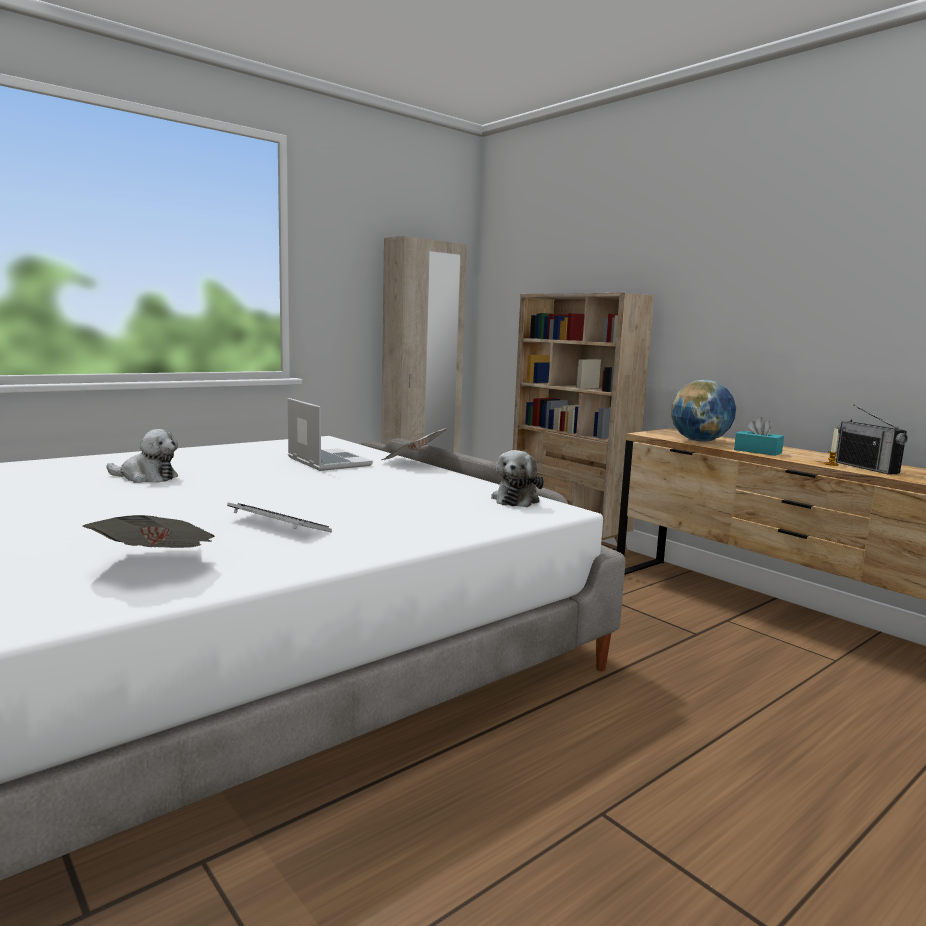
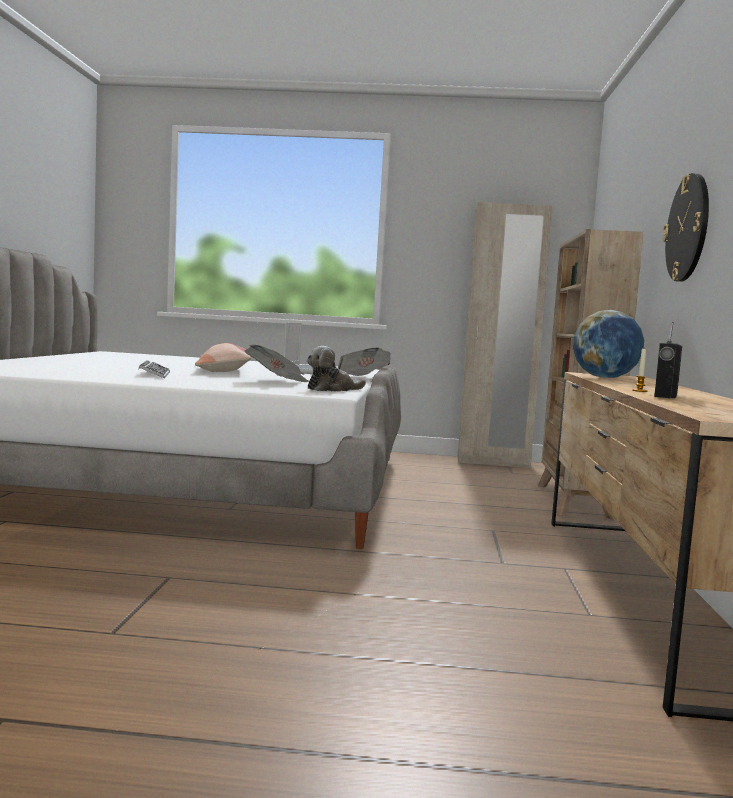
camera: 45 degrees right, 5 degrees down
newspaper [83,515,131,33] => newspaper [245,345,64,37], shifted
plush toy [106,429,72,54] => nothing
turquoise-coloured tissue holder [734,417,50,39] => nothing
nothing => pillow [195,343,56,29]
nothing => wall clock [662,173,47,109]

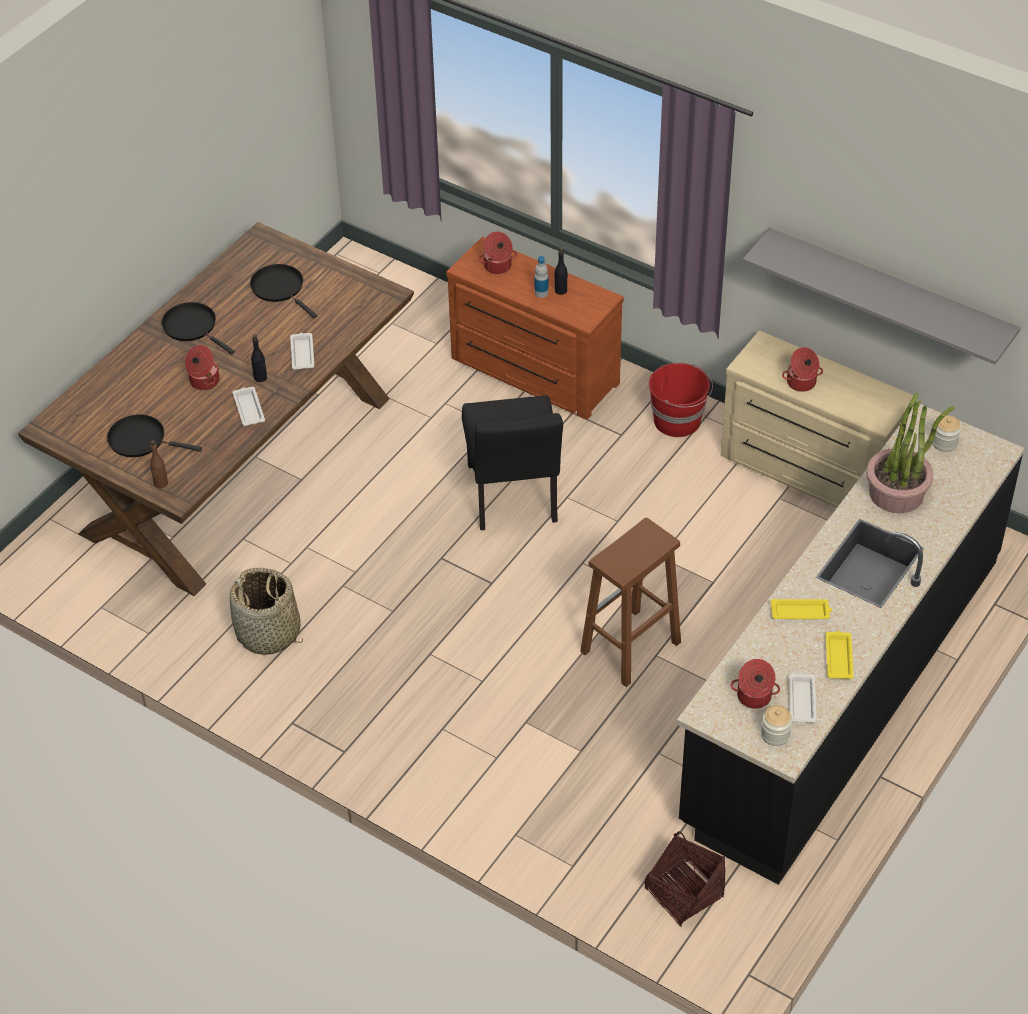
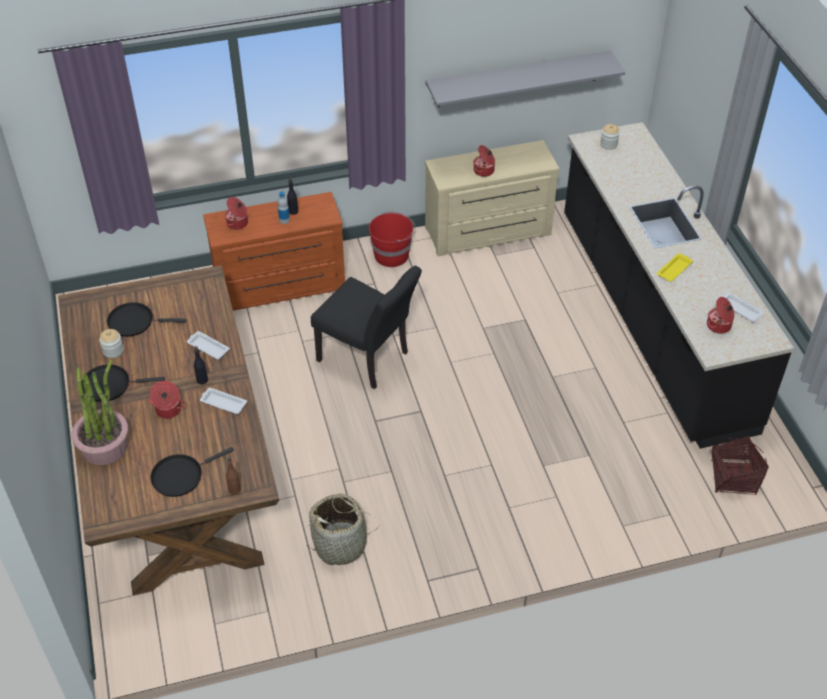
camera: 50 degrees left, 0 degrees up
brown-coloured stool [580,517,101,170] => nothing
jar [761,705,31,41] => jar [99,329,25,29], shifted
yellow serving tray [826,631,28,48] => nothing
houseplant [866,393,88,120] => houseplant [71,360,57,105], shifted

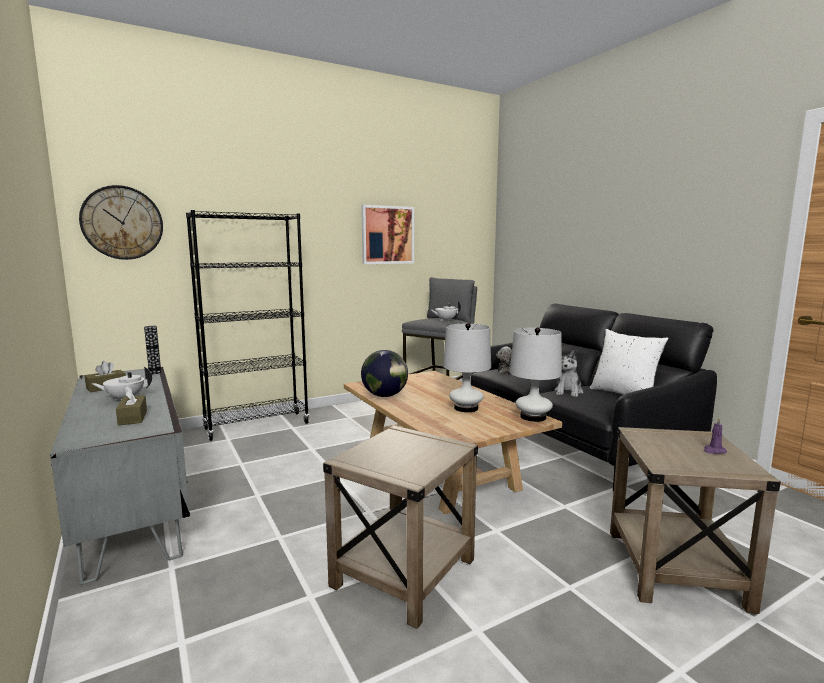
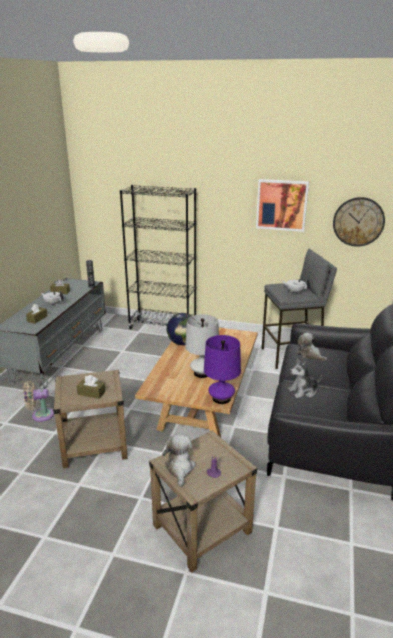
camera: 45 degrees right, 15 degrees up
wall clock [79,185,84,75] => wall clock [333,197,52,50], shifted
whitish tabletop lamp [510,328,52,94] => purple-coloured tabletop lamp [204,335,37,69]
whitish pillow [590,329,78,66] => nothing
nothing => sand-coloured fan [23,381,31,41]
nothing => brown-coloured tissue holder [77,375,28,24]
nothing => plush toy [162,434,34,53]

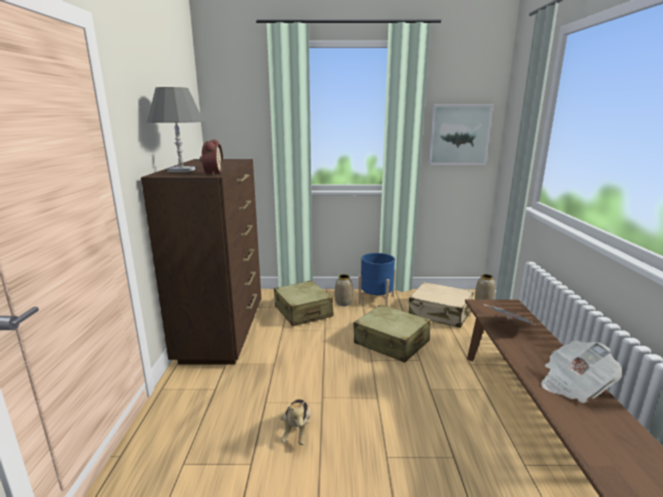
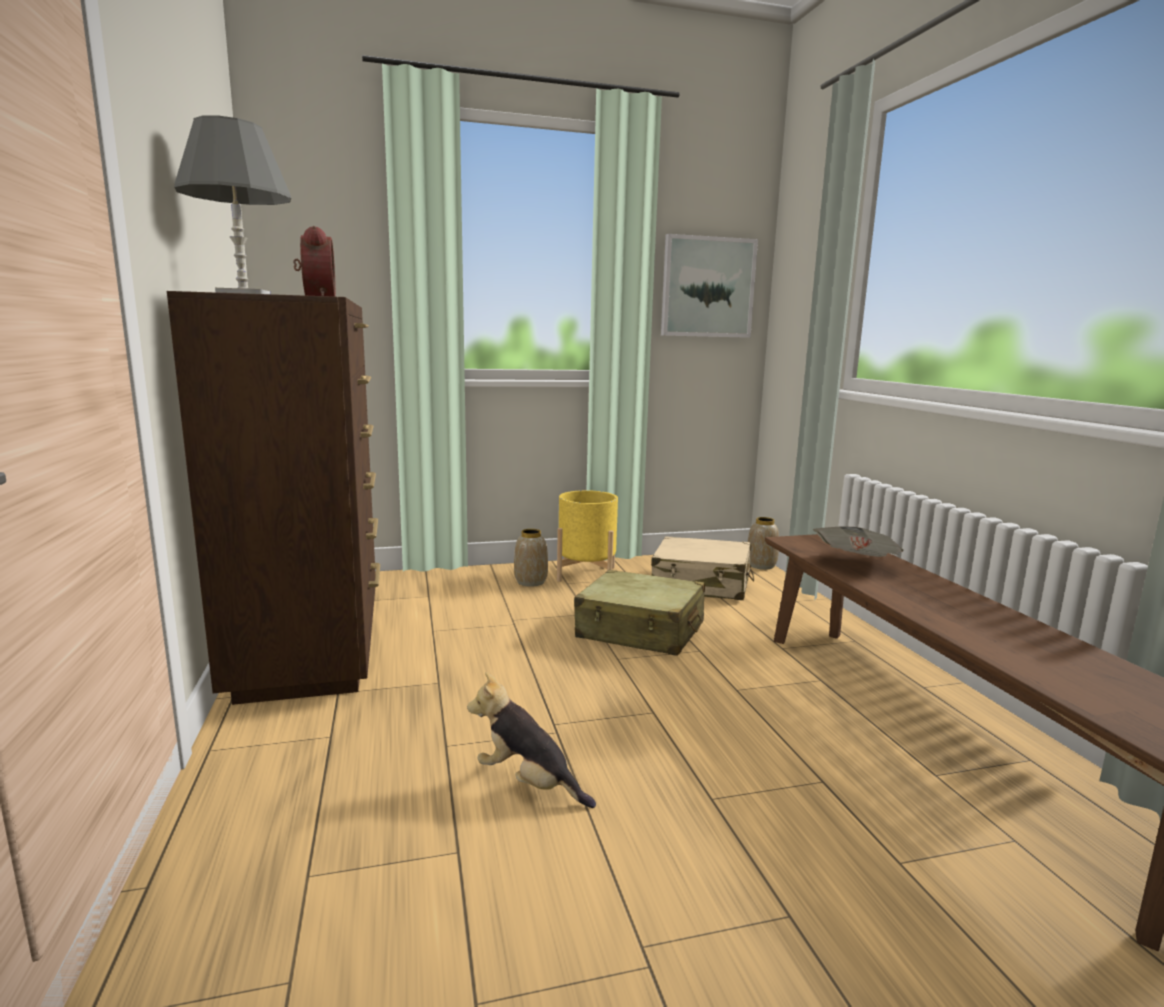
camera: 15 degrees left, 5 degrees down
sand-coloured piece of luggage [274,280,59,46] => nothing
plush toy [280,399,31,46] => plush toy [467,672,129,136], 135 degrees clockwise
blue-coloured plant pot [358,253,38,54] => yellow plant pot [557,490,61,92]
newspaper [541,341,81,62] => nothing

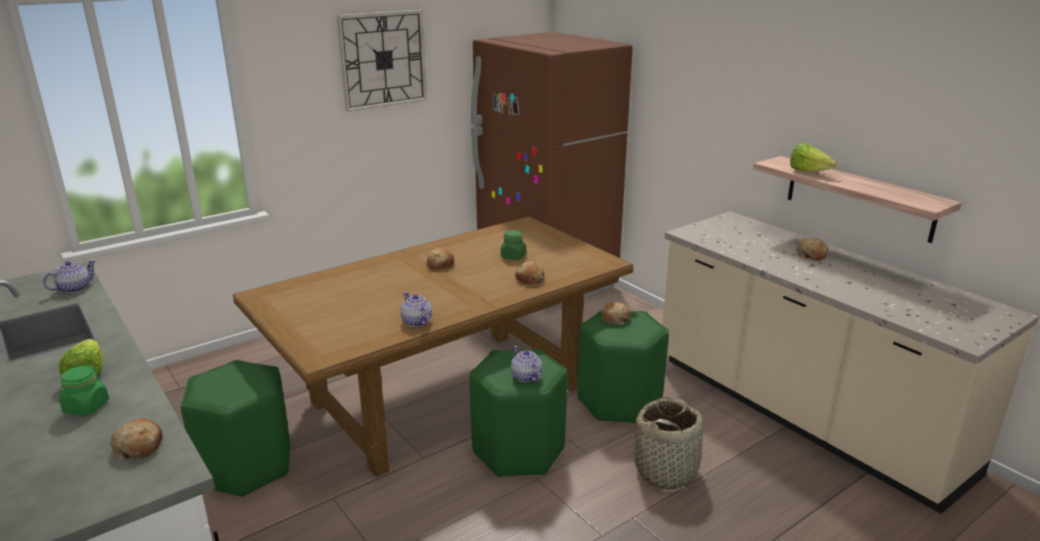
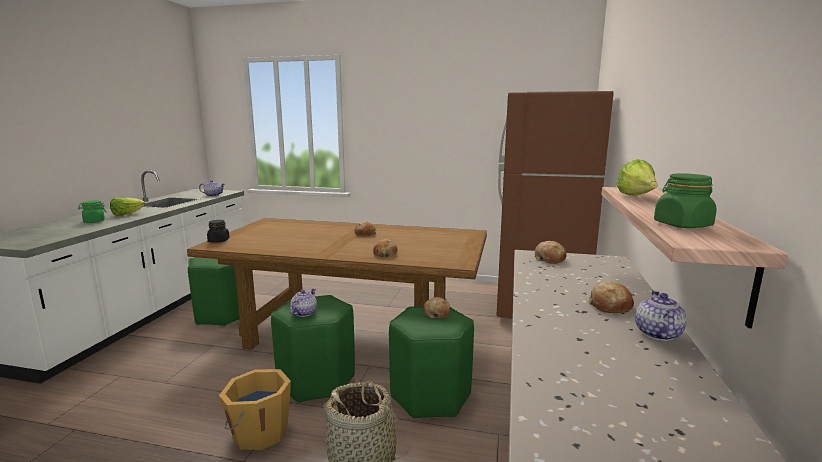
camera: 50 degrees right, 10 degrees down
bread [111,418,52,42] => bread [535,241,31,23], shifted
wall clock [337,10,90,102] => nothing
teapot [400,292,32,35] => teapot [635,290,52,51], shifted
green jar [501,230,25,30] => green jar [654,173,63,55], shifted
nothing => black jar [207,220,22,23]
nothing => orangey bucket [219,369,72,81]

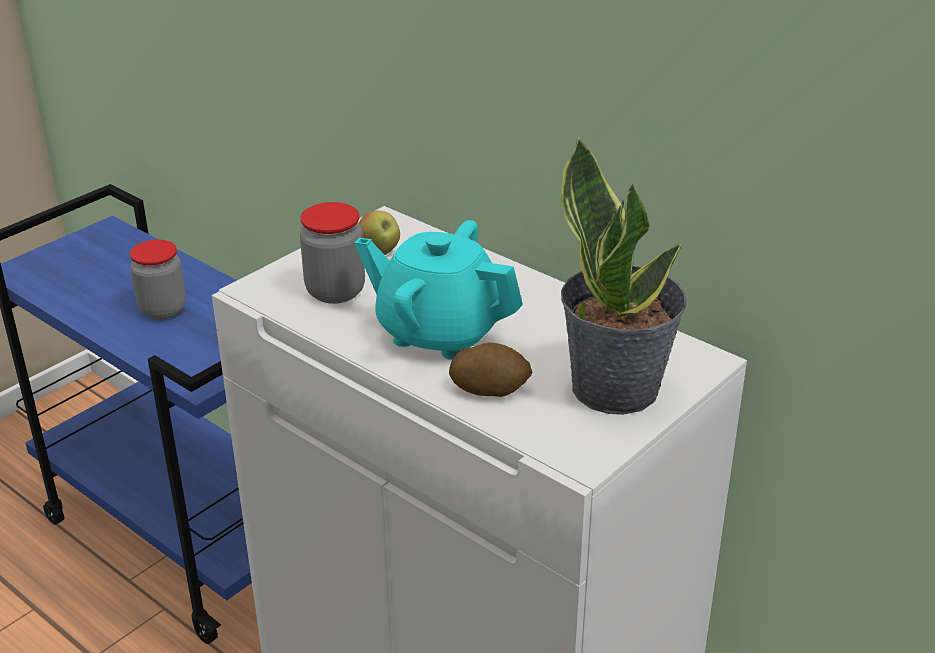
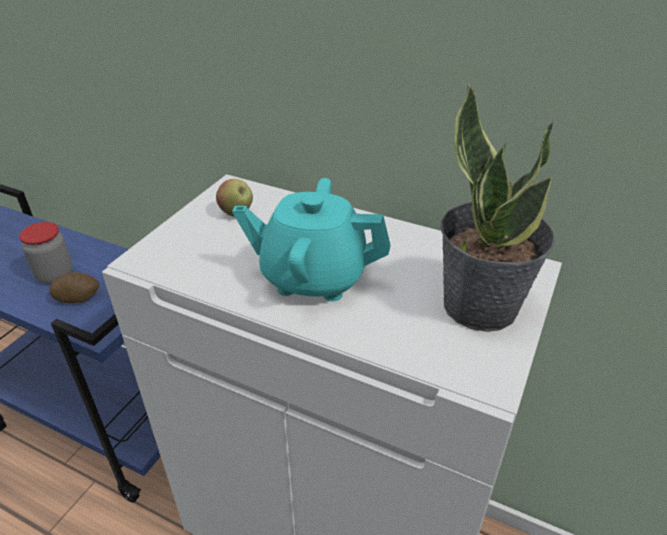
camera: 15 degrees left, 5 degrees up
jar [300,202,65,102] => nothing
whole potato [449,342,83,55] => whole potato [49,272,50,31], shifted

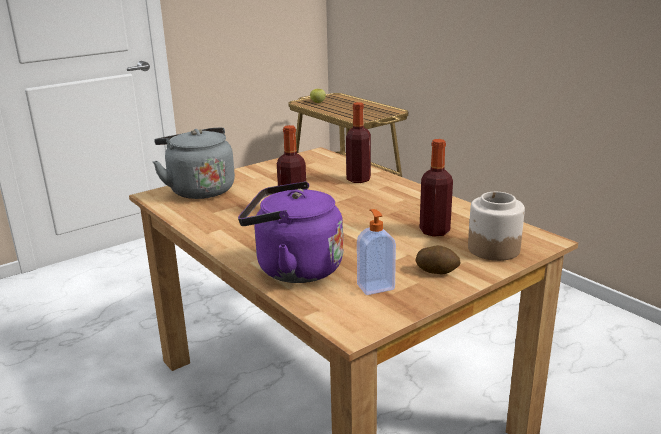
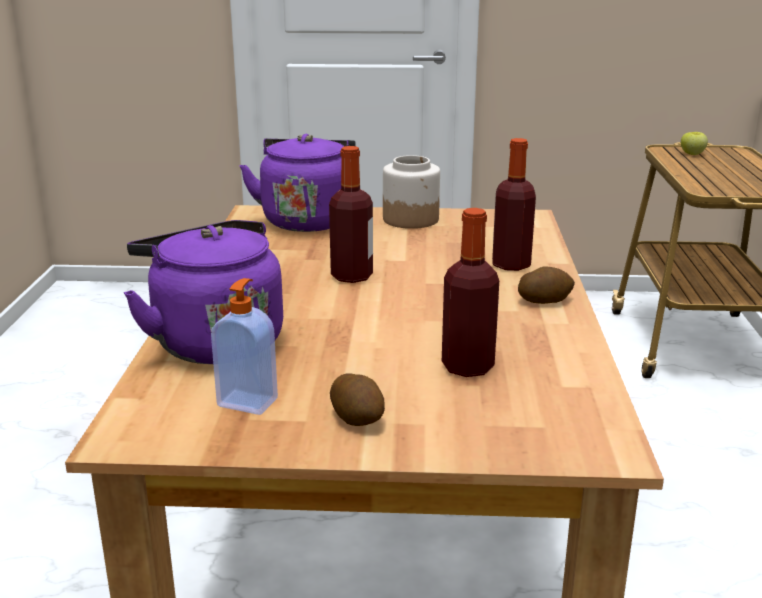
camera: 40 degrees right, 0 degrees up
gray tea kettle [153,128,82,71] => purple-coloured tea kettle [240,134,116,98]
jar [468,192,57,69] => jar [383,155,57,74], shifted
nothing => whole potato [518,267,57,37]

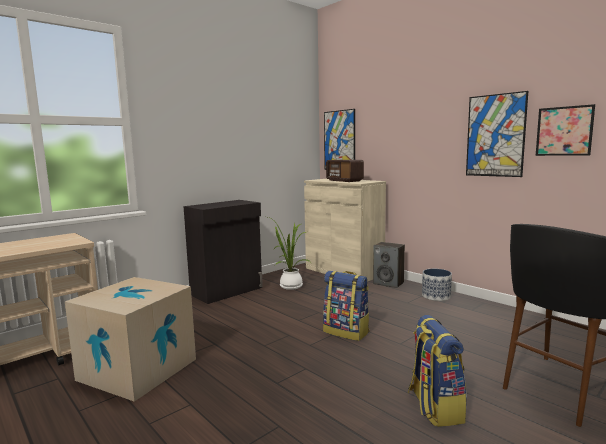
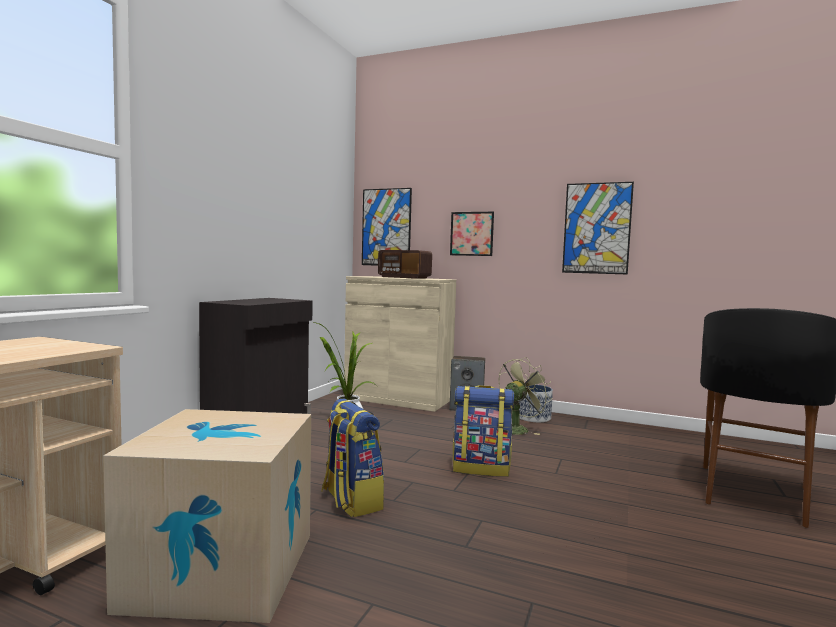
camera: 25 degrees left, 5 degrees down
backpack [408,315,59,112] => backpack [321,399,63,118], shifted
picture [536,104,59,52] => picture [450,212,44,44], shifted
nothing => green fan [499,357,53,78]

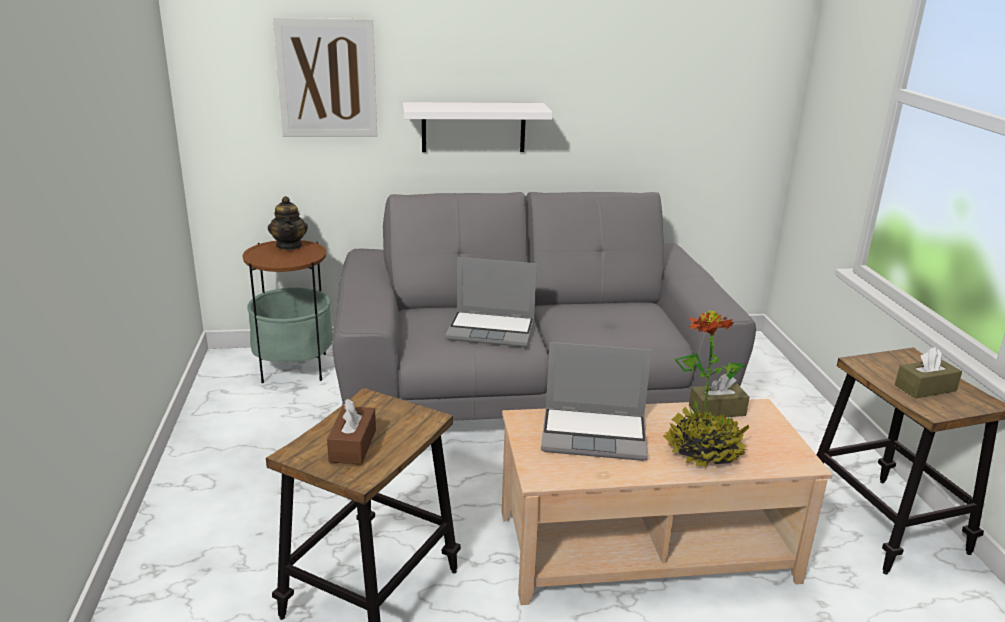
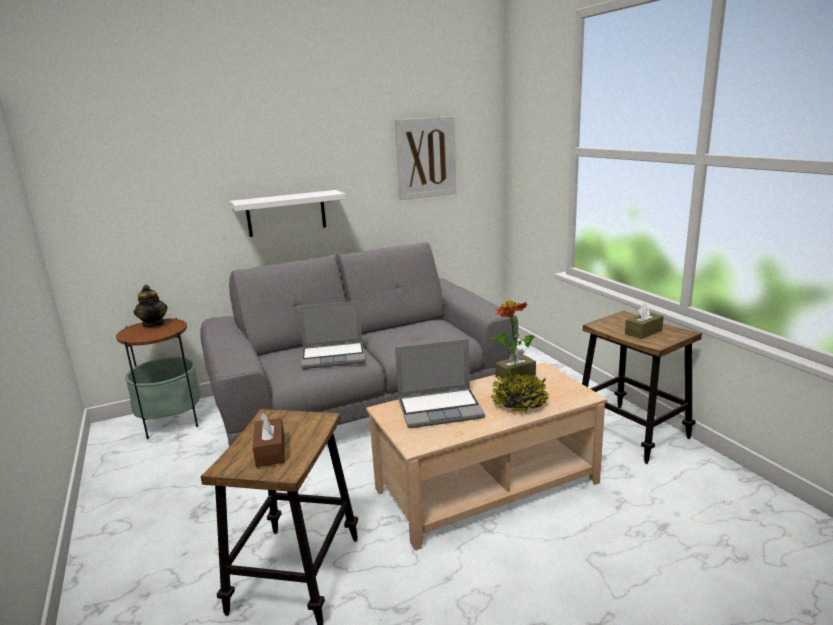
camera: 15 degrees left, 5 degrees down
picture [273,17,104,120] => picture [395,116,61,84], shifted

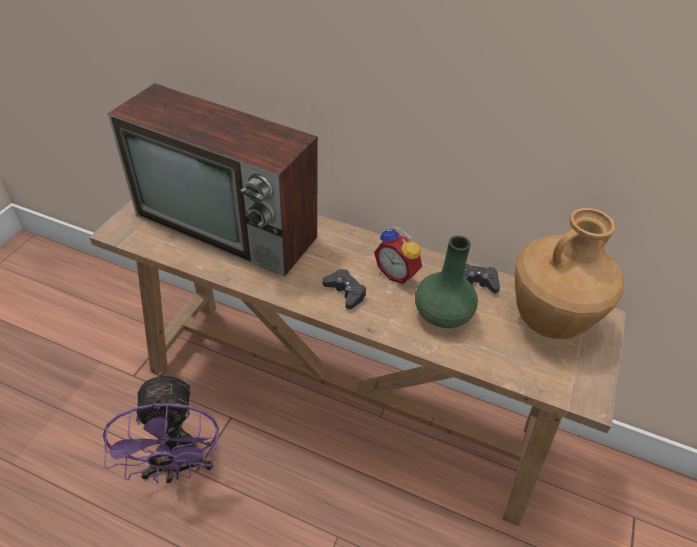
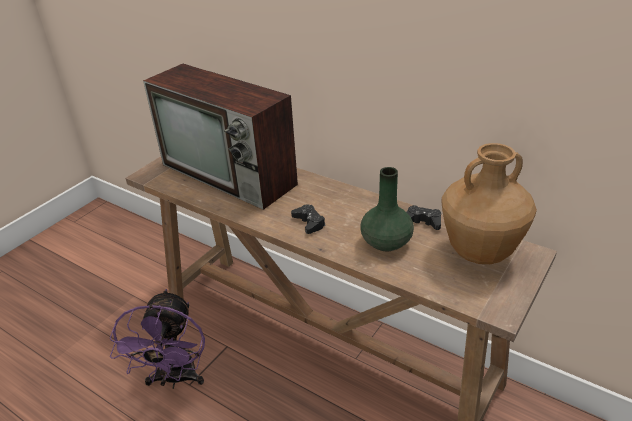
camera: 15 degrees right, 10 degrees down
alarm clock [374,226,48,58] => nothing

